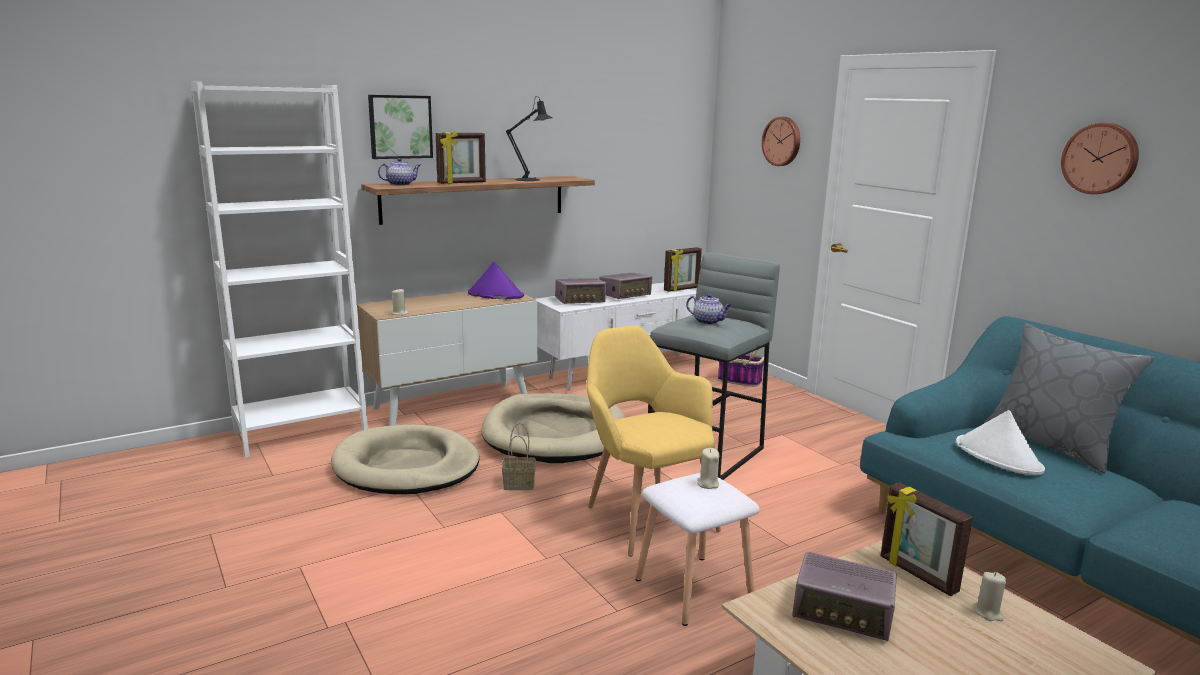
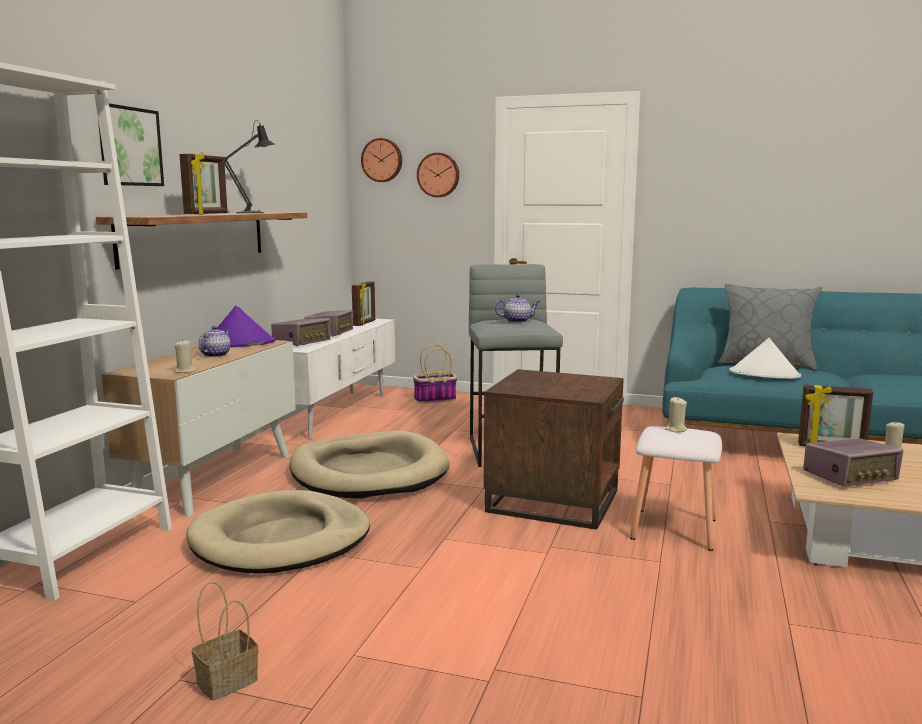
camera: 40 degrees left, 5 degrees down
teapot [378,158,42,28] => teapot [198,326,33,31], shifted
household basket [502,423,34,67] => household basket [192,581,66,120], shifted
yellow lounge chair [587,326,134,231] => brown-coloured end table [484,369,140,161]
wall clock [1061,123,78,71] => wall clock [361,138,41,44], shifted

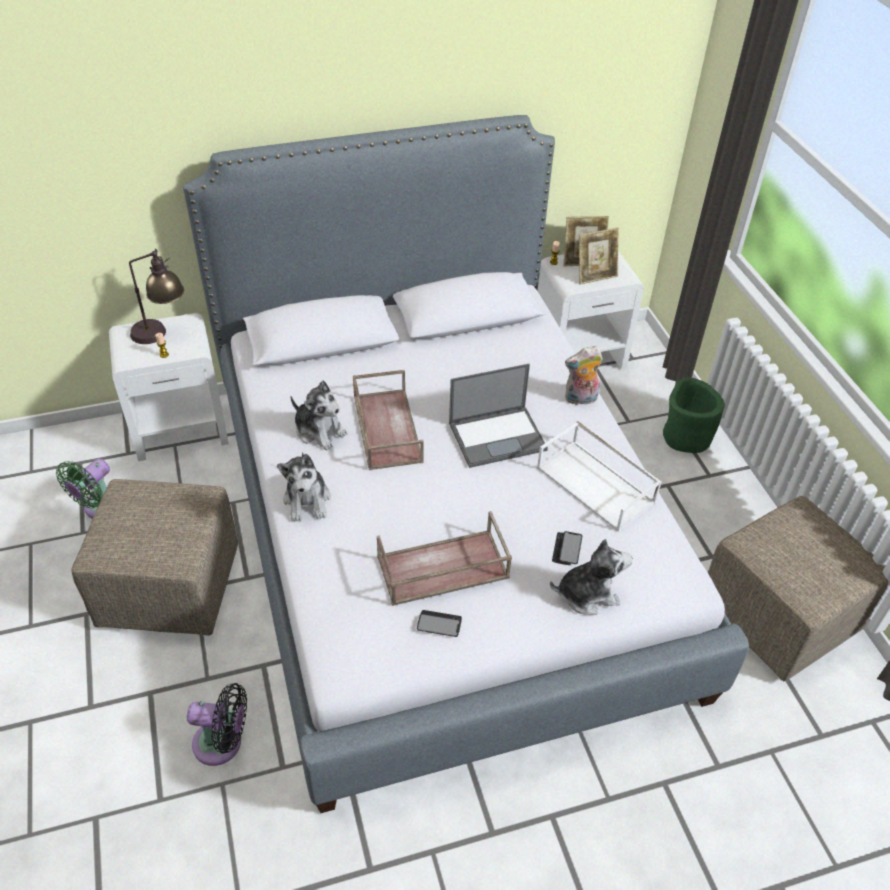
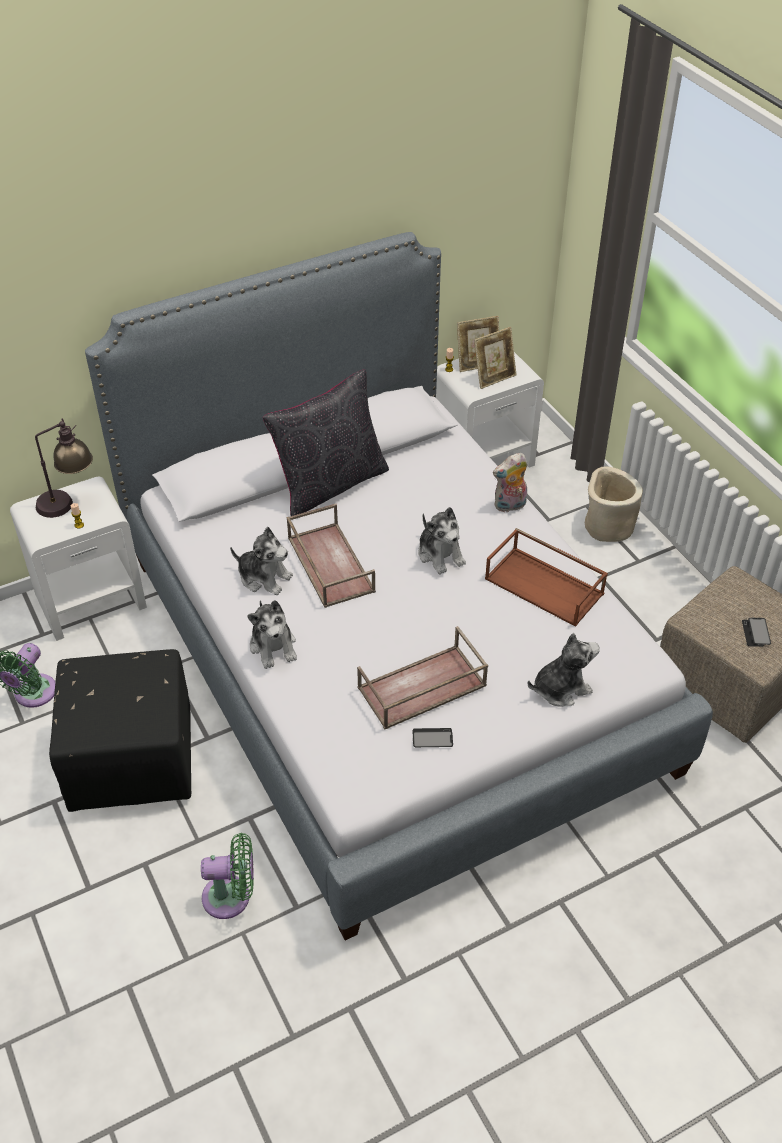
camera: 10 degrees left, 0 degrees up
sand-coloured pouffe [71,479,167,157] => black pouffe [49,649,142,163]
black fan [187,683,60,83] => green fan [201,833,53,86]
notebook computer [449,364,99,104] => plush toy [418,507,48,67]
whitish serving tray [537,421,125,111] => brown-coloured serving tray [485,528,123,99]
phone [552,531,30,34] => phone [742,618,29,29], shifted
green plant pot [663,377,62,76] => sand-coloured plant pot [585,467,58,75]
nothing => black pillow [263,369,126,147]

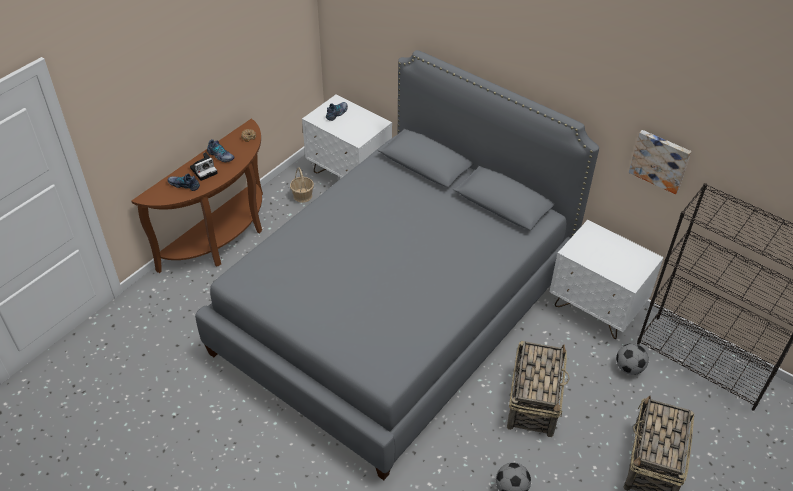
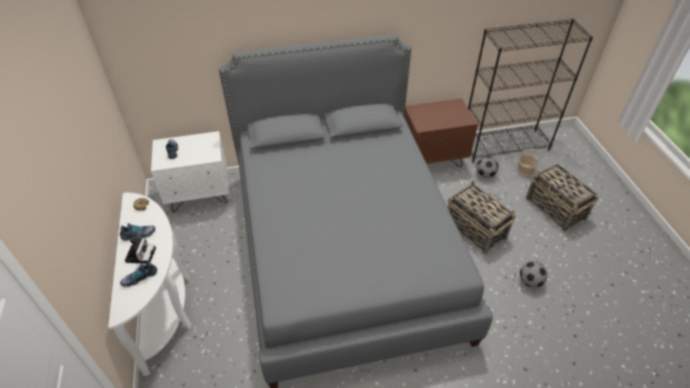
camera: 50 degrees left, 0 degrees up
brown-coloured hall table [131,119,132,154] => whitish hall table [108,193,83,183]
household basket [290,167,24,36] => household basket [517,149,23,27], shifted
whitish night table [549,220,115,119] => brown-coloured night table [404,98,74,69]
picture [629,130,62,64] => nothing

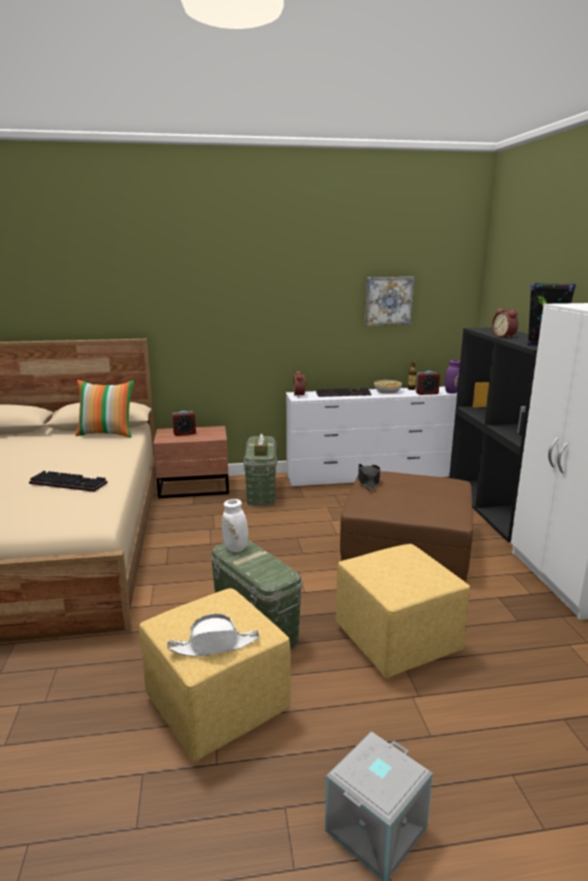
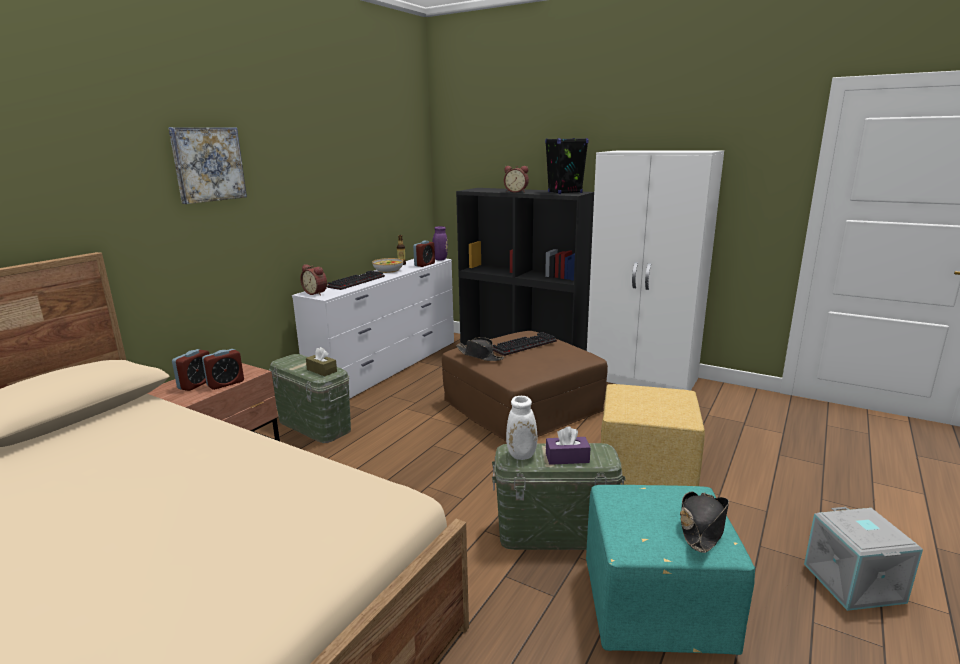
camera: 50 degrees left, 0 degrees up
computer keyboard [29,471,79,21] => computer keyboard [493,332,64,24], shifted
pillow [76,380,58,58] => nothing
yellow pouffe [139,588,152,174] => turquoise-coloured pouffe [586,485,169,170]
whitish clothing hat [167,613,93,44] => black clothing hat [680,492,49,61]
picture [365,277,49,49] => picture [168,127,79,77], shifted
nothing => alarm clock [202,349,42,41]
nothing => purple-coloured tissue holder [546,426,45,39]

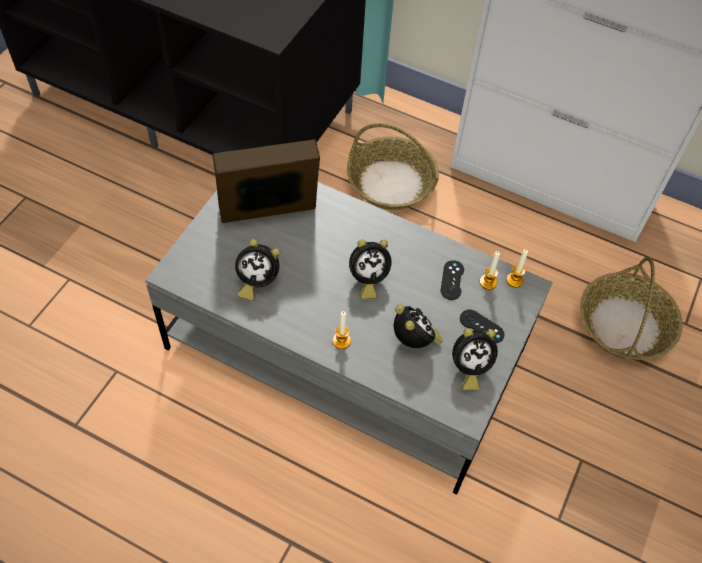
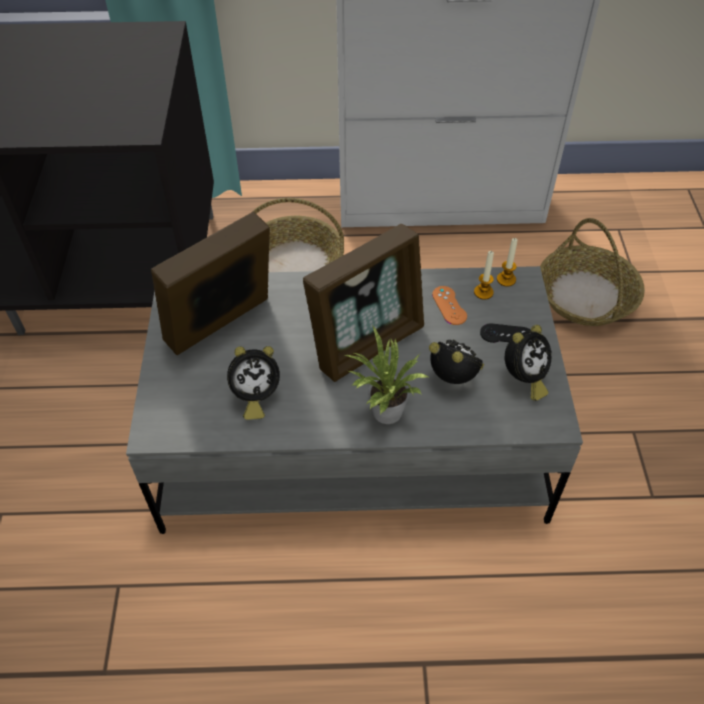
camera: 25 degrees left, 5 degrees down
wax light [332,311,19,38] => houseplant [345,324,83,100]
alarm clock [349,239,42,60] => photo frame [303,224,121,158]
black game controller [441,260,23,40] => orangey game controller [432,286,35,39]

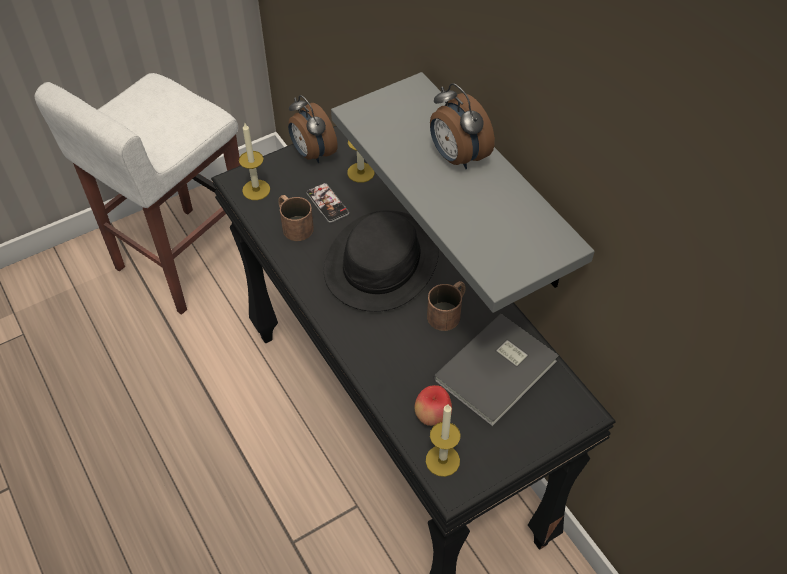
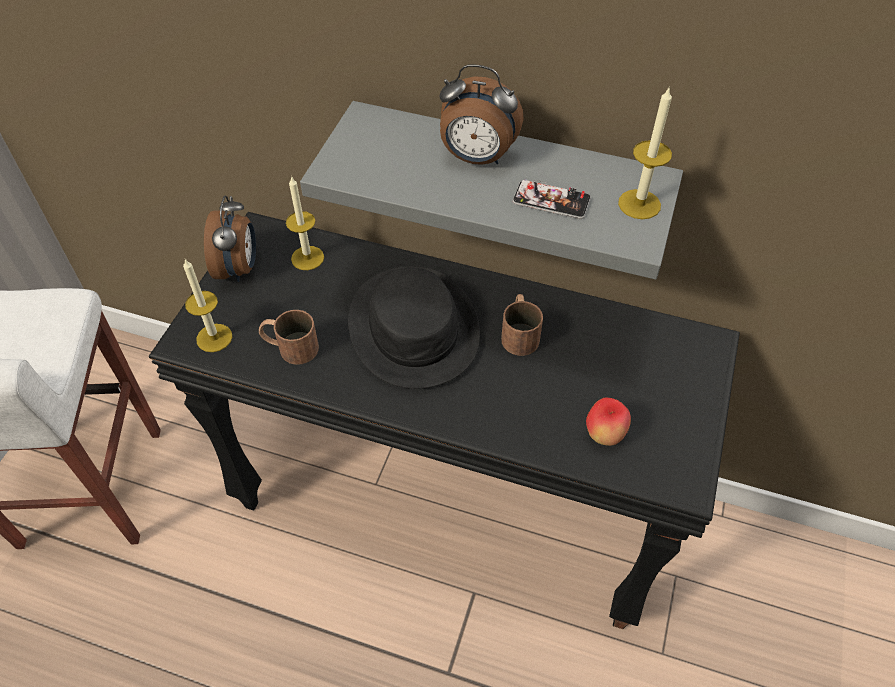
camera: 40 degrees left, 0 degrees up
alarm clock [288,95,50,68] => alarm clock [204,196,52,86], 105 degrees counterclockwise
phone [307,183,42,40] => phone [512,179,79,40], shifted
wax light [426,404,35,73] => wax light [618,86,54,133], shifted
gray volume [433,314,126,113] => nothing

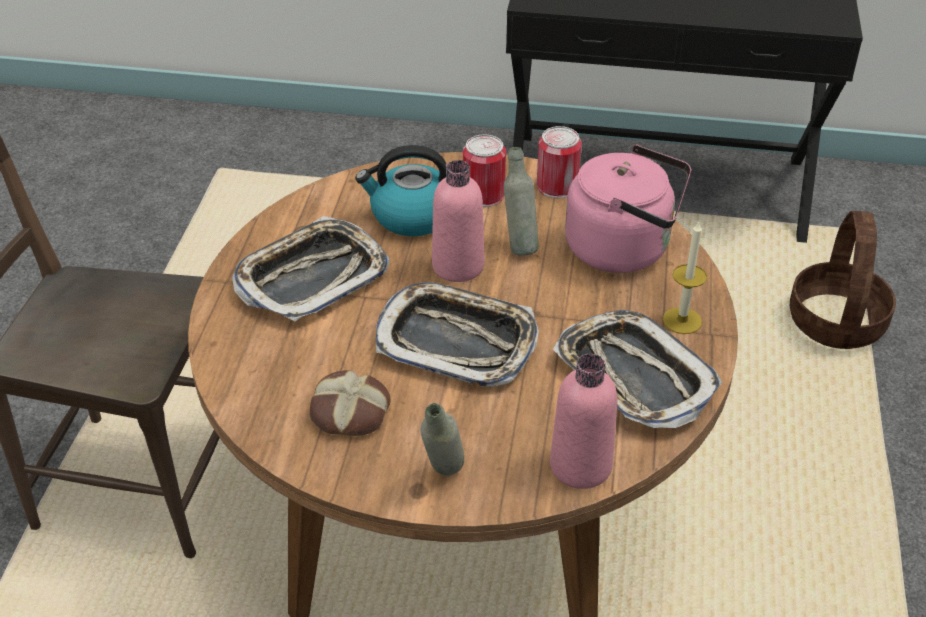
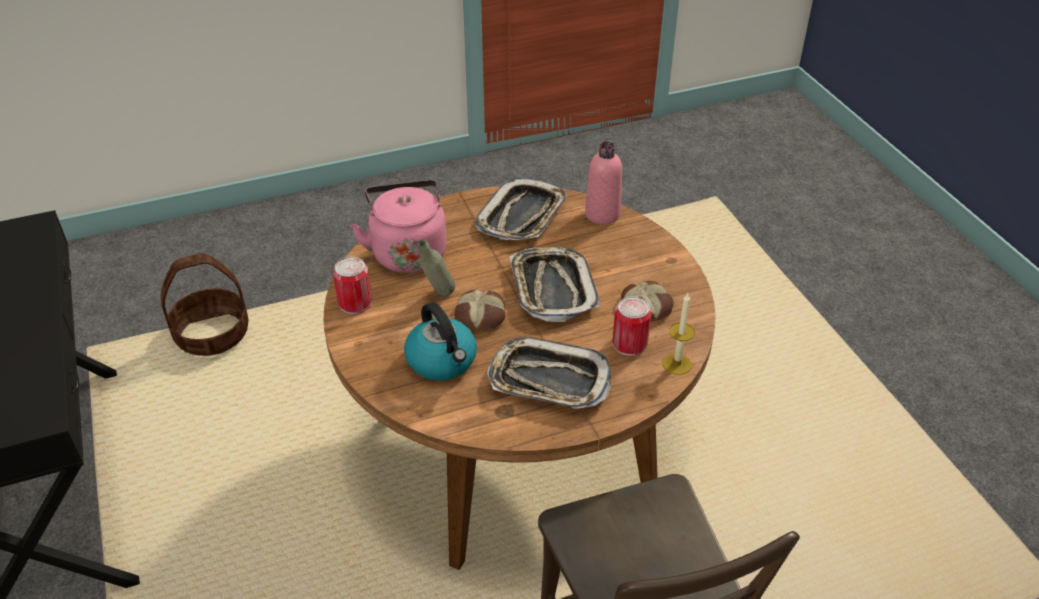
camera: 120 degrees left, 0 degrees up
gray bottle [420,403,44,73] => nothing
pink-coloured bottle [432,160,52,122] => bread [454,289,52,42]
metal can [463,135,43,72] => metal can [613,296,39,60], shifted
wax light [663,221,44,113] => wax light [662,293,33,82], shifted

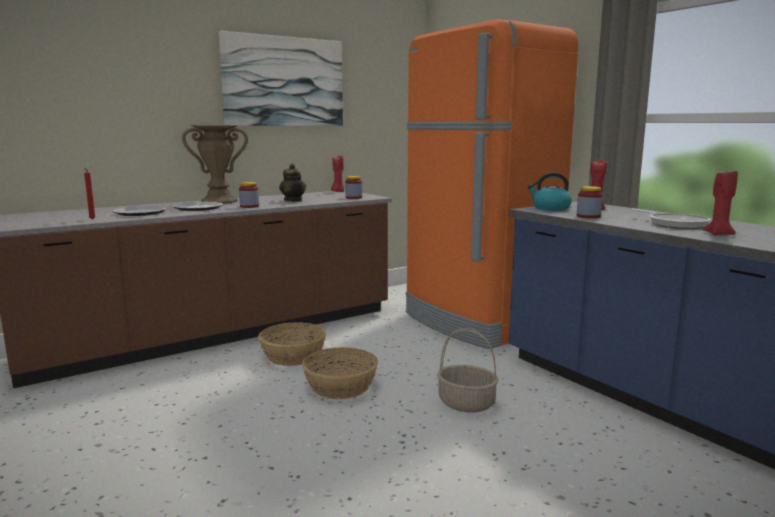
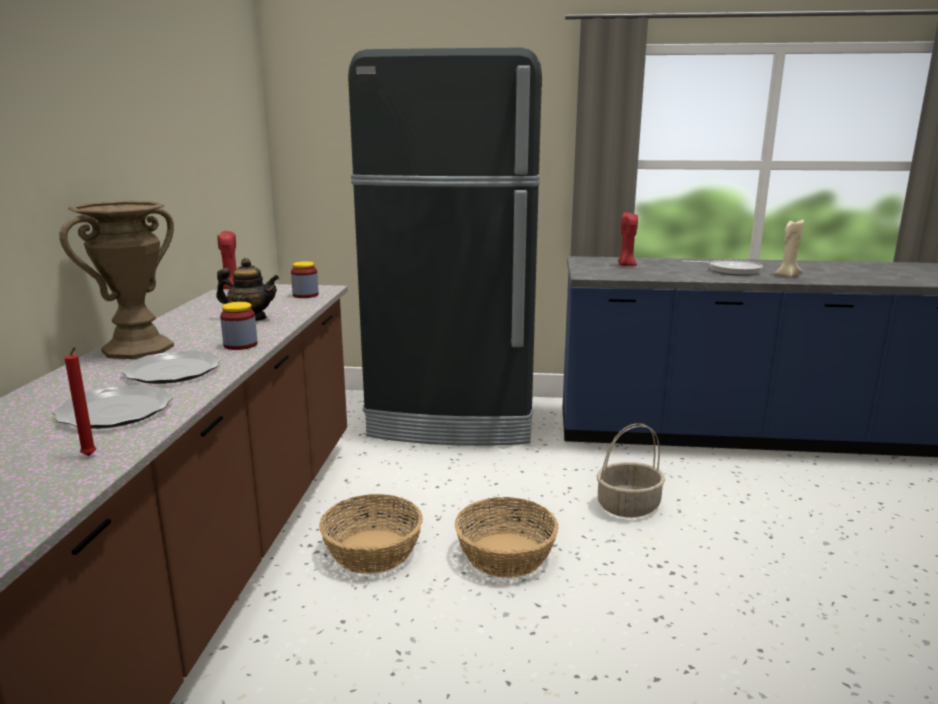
camera: 50 degrees left, 5 degrees up
picture [219,31,124,95] => nothing
orangey fridge [406,19,172,330] => black fridge [348,48,194,398]
tea kettle [527,172,45,39] => nothing
jar [577,186,26,33] => nothing
red-coloured wax light [703,171,35,64] => sand-coloured wax light [775,218,29,59]

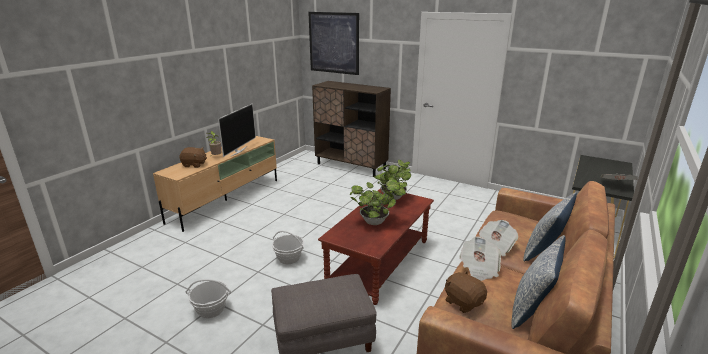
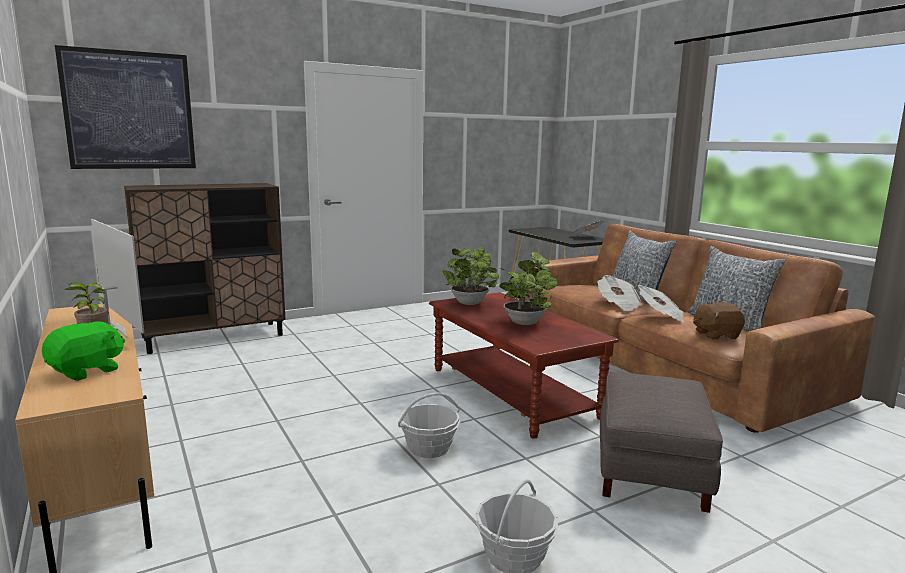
camera: 60 degrees left, 10 degrees down
brown-coloured plush toy [180,147,27,21] => green plush toy [42,321,83,60]

